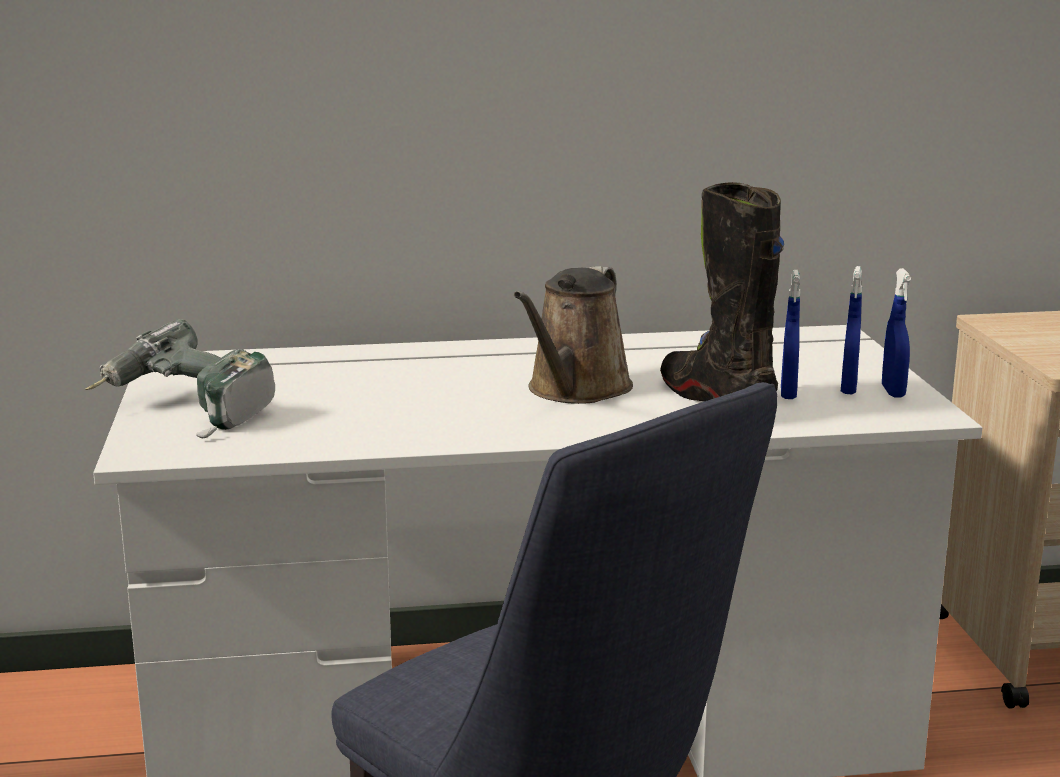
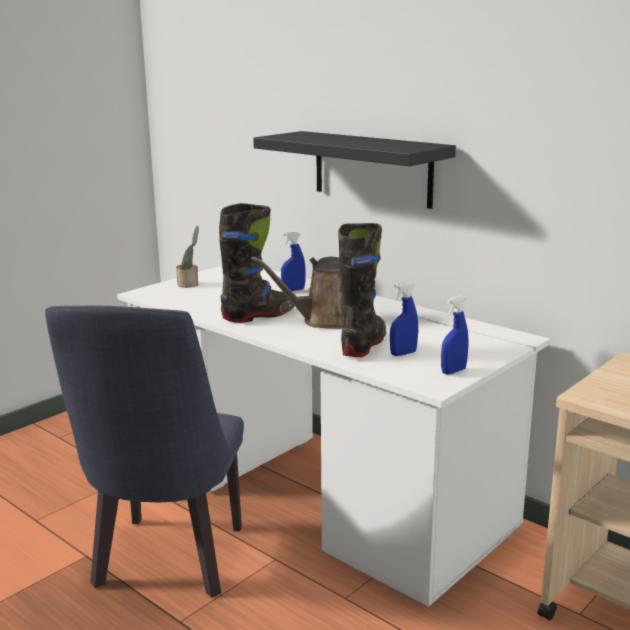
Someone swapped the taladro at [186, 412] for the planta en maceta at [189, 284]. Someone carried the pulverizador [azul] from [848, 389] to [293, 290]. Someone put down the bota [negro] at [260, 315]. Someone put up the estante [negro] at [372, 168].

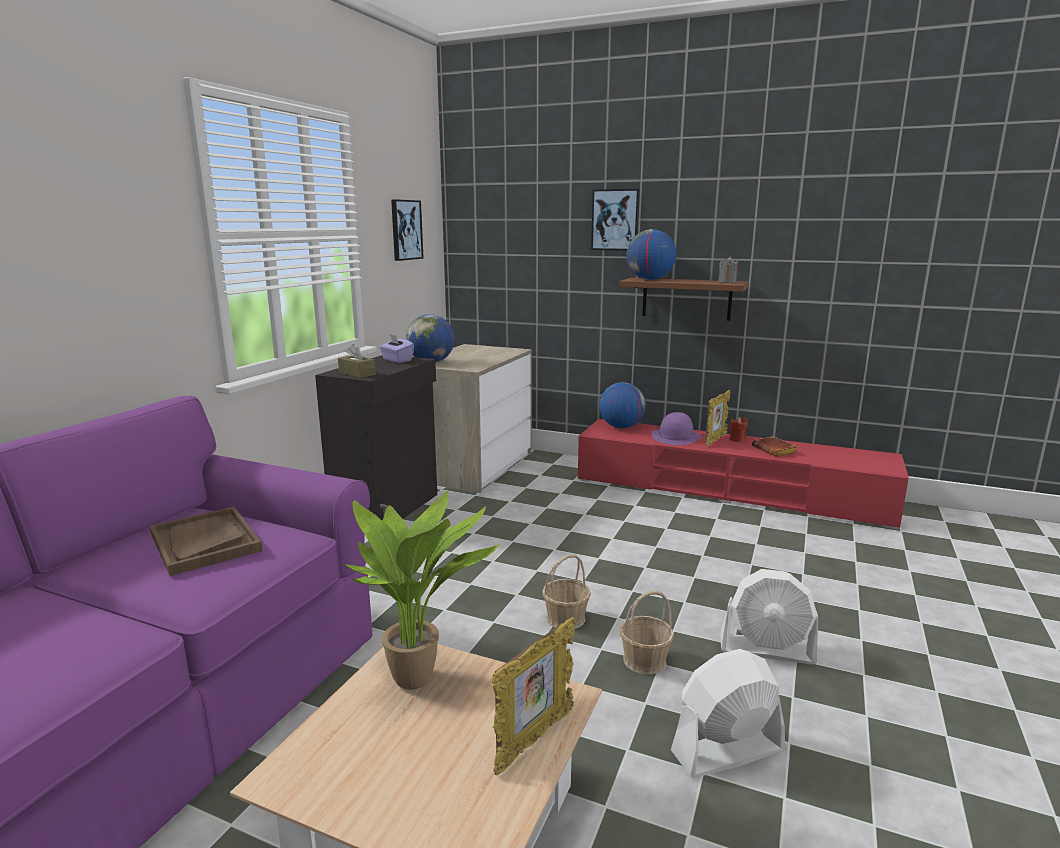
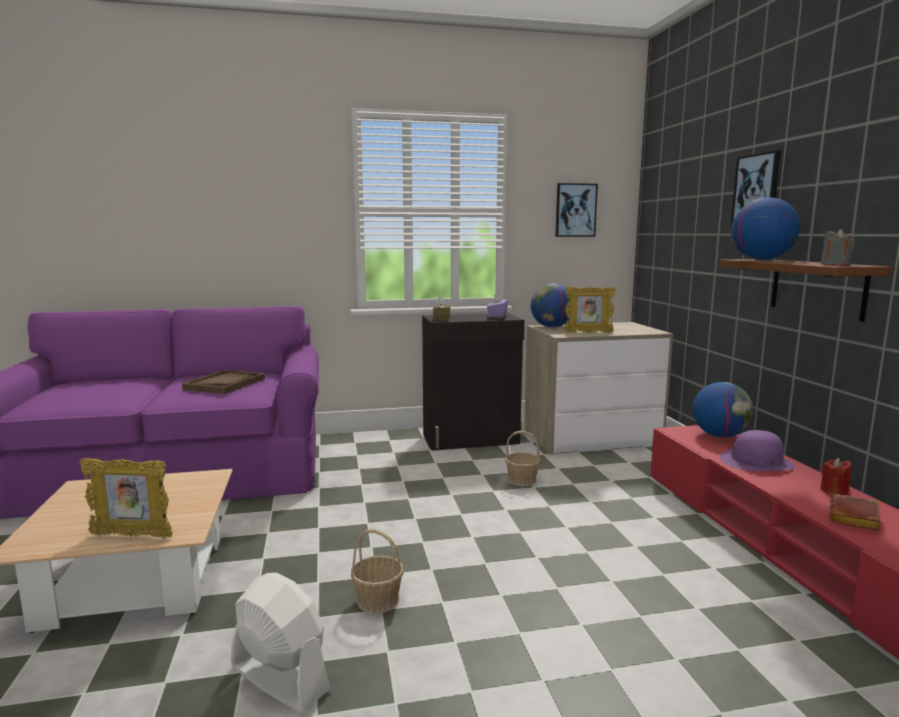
Someone took away the planta en maceta at [420, 678]. Someone carried the cesta from [566, 618] to [522, 480]. Someone carried the portarretratos from [715, 440] to [588, 332]. Someone took away the ventilador [blanco] at [767, 650].

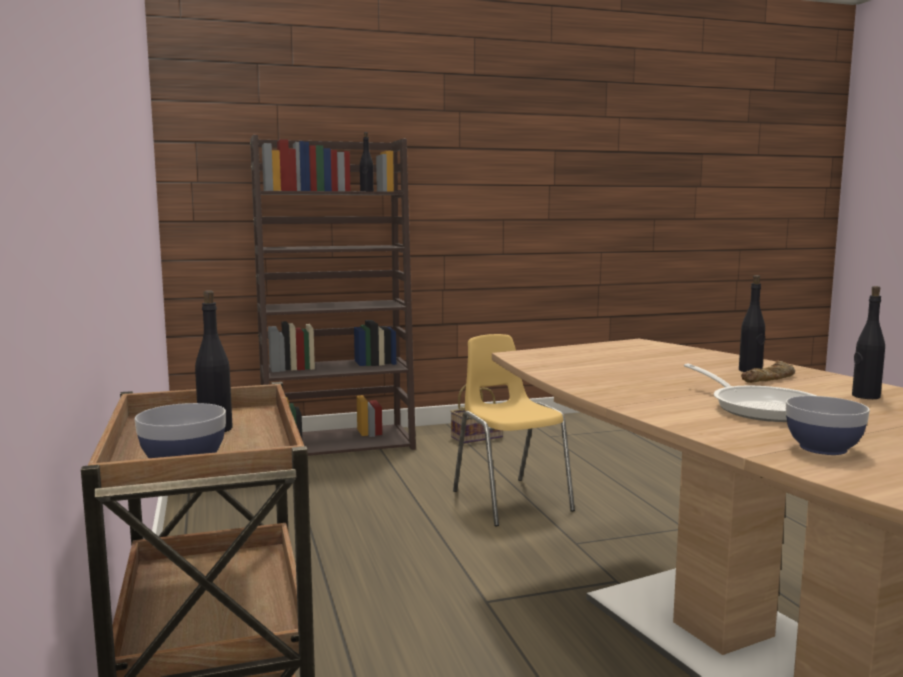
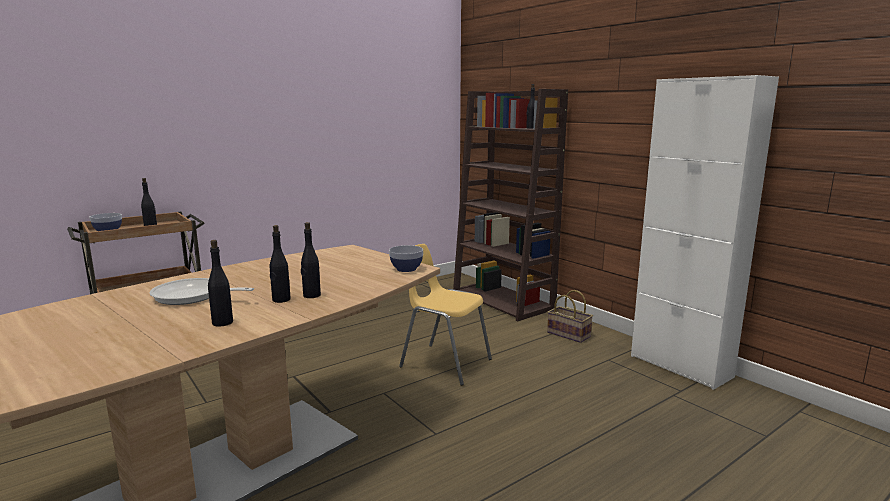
Someone rotated the silla [amarillo] at [510, 500] by 105 degrees counterclockwise. Someone rotated the sartén at [759, 407] by 60 degrees clockwise. Someone swapped the pan at [769, 379] for the botella [negro] at [281, 300]. Someone carried the cuenco from [823, 448] to [406, 269]. Someone put down the armario [blanco] at [680, 366].

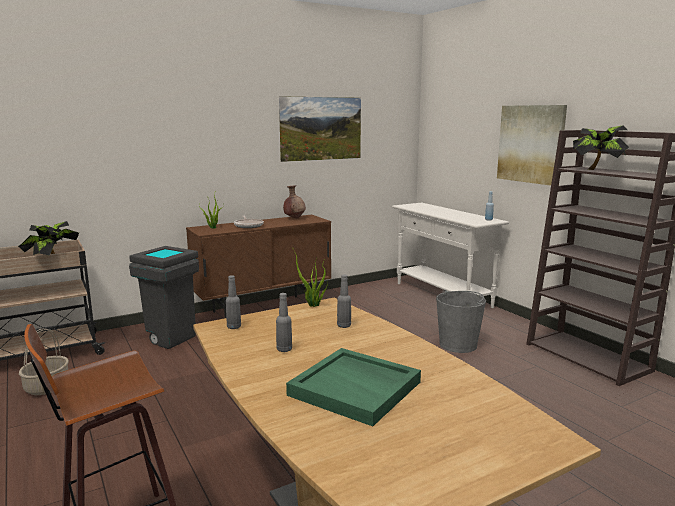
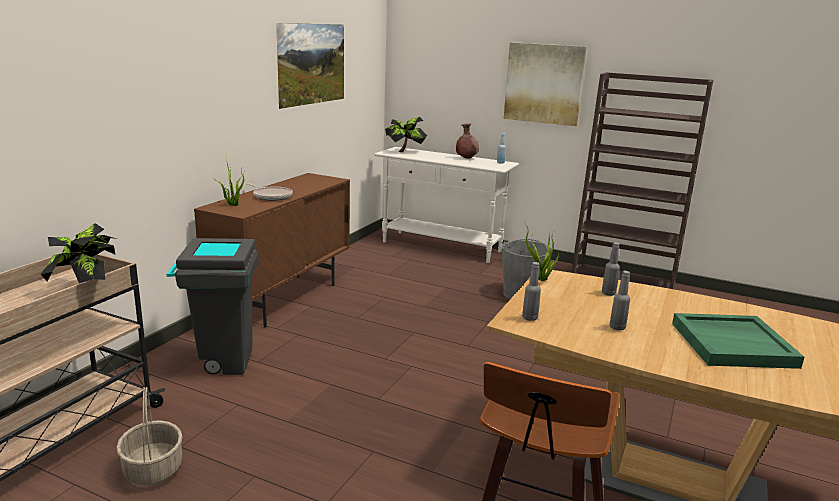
Someone carried the florero [marrón] from [294, 218] to [466, 158]. Someone carried the planta en maceta from [598, 170] to [406, 152].

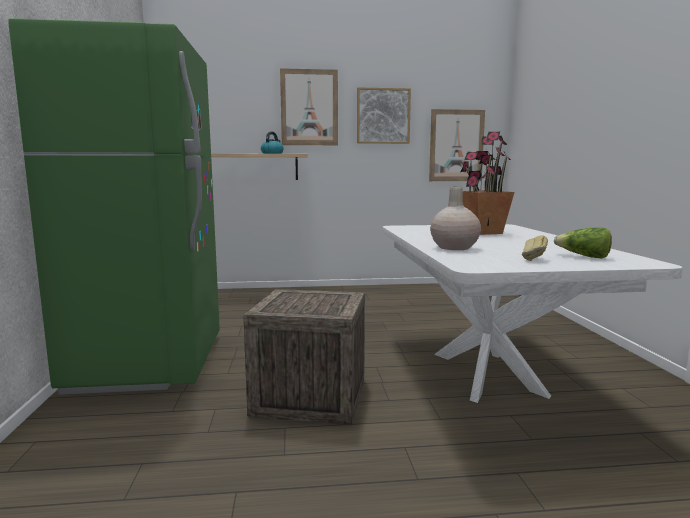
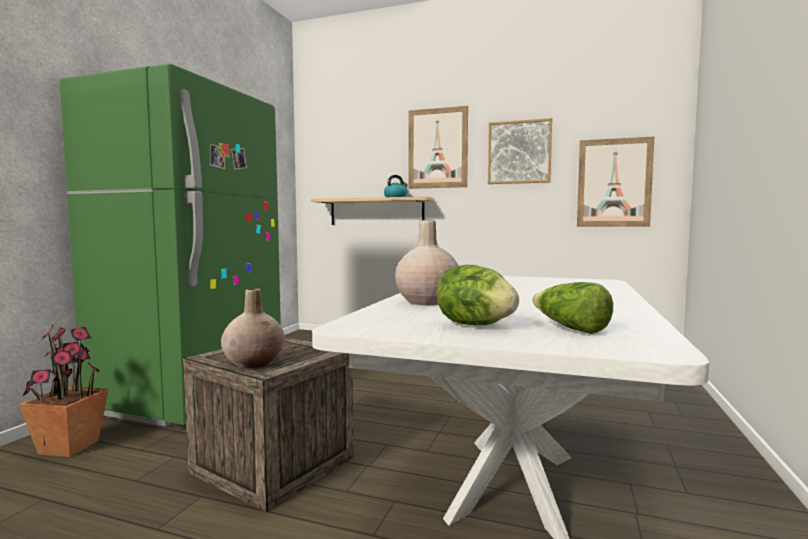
Someone carried the planta en maceta from [482, 232] to [69, 446]. Someone swapped the pan at [534, 259] for the lechuga at [475, 325]. Someone put down the florero [beis] at [254, 363].

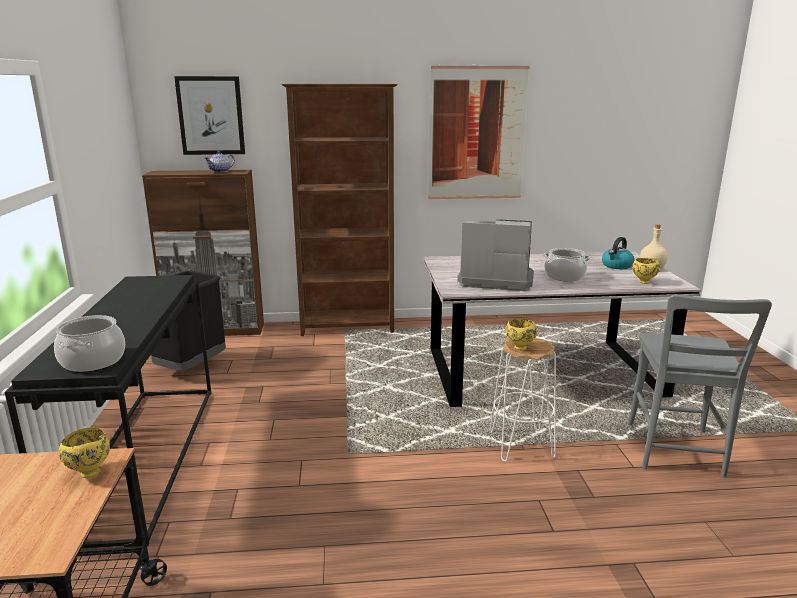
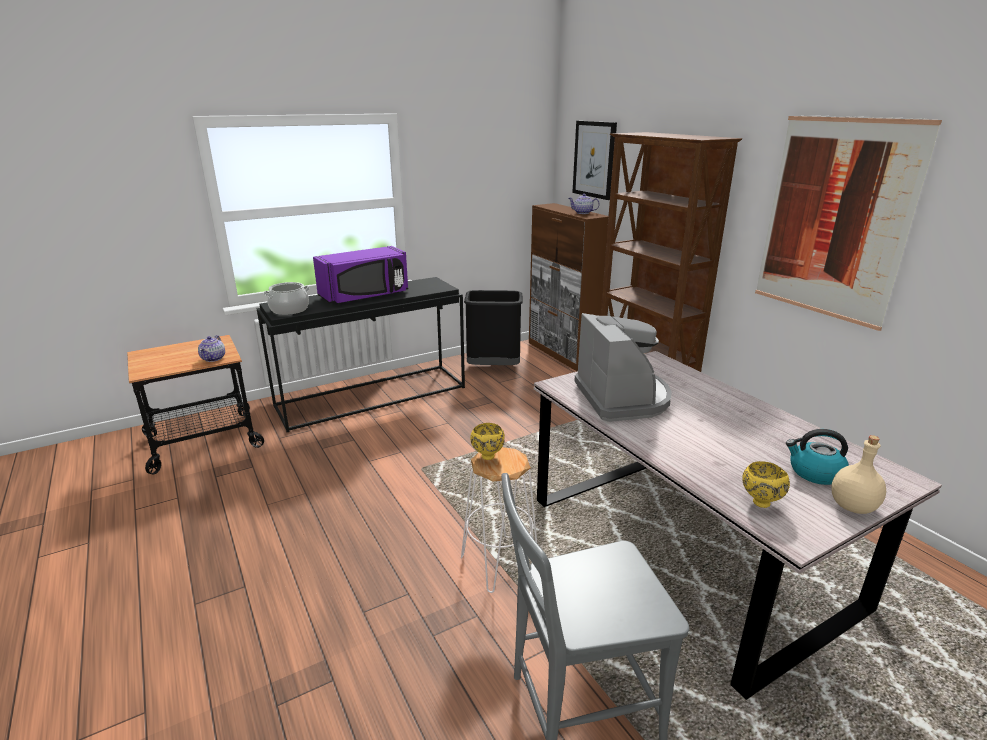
Someone swapped the cuenco [amarillo] at [89, 472] for the tetera at [214, 358]. Someone took away the olla at [564, 276]. Someone put down the microondas [morado] at [365, 296].

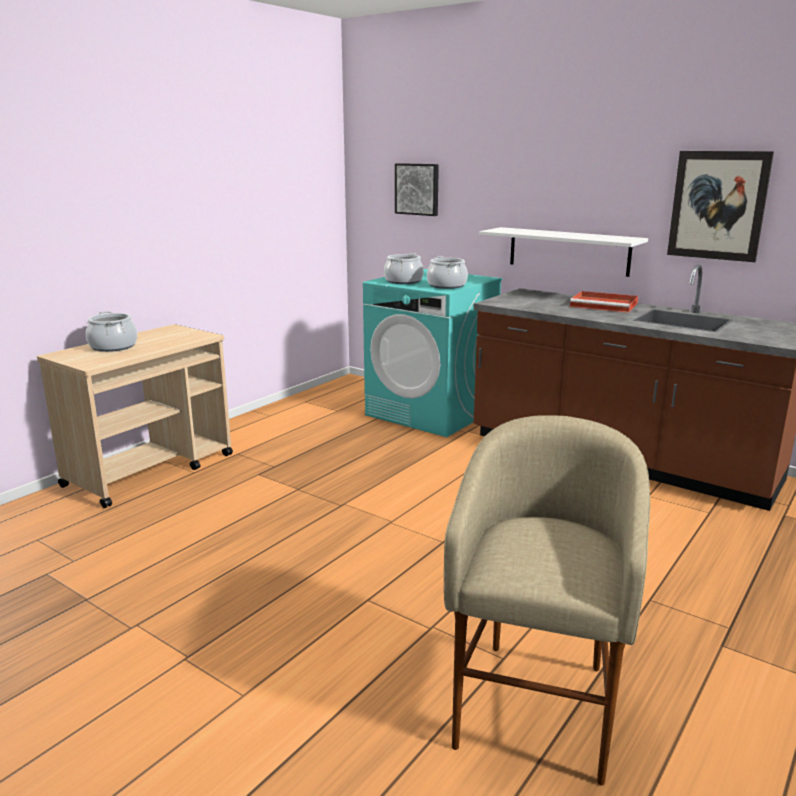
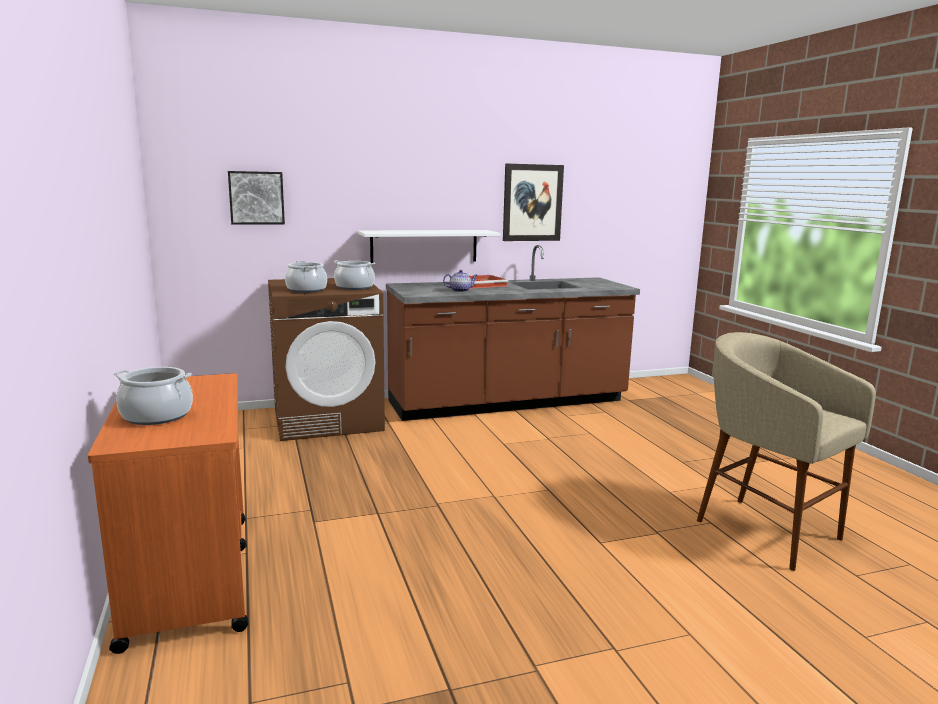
Someone repainted the carrito [beis] at [151, 470], which became the carrito [naranja] at [190, 576]. Someone repainted the lavadora [turquesa] at [431, 412], which became the lavadora [marrón] at [328, 419]. Someone put down the tetera at [460, 291].

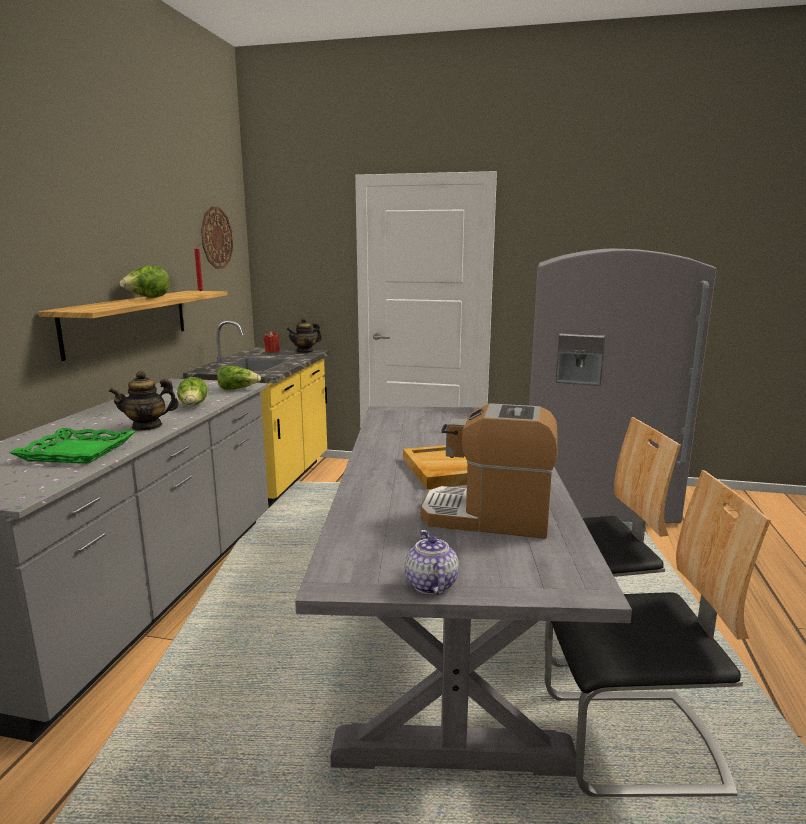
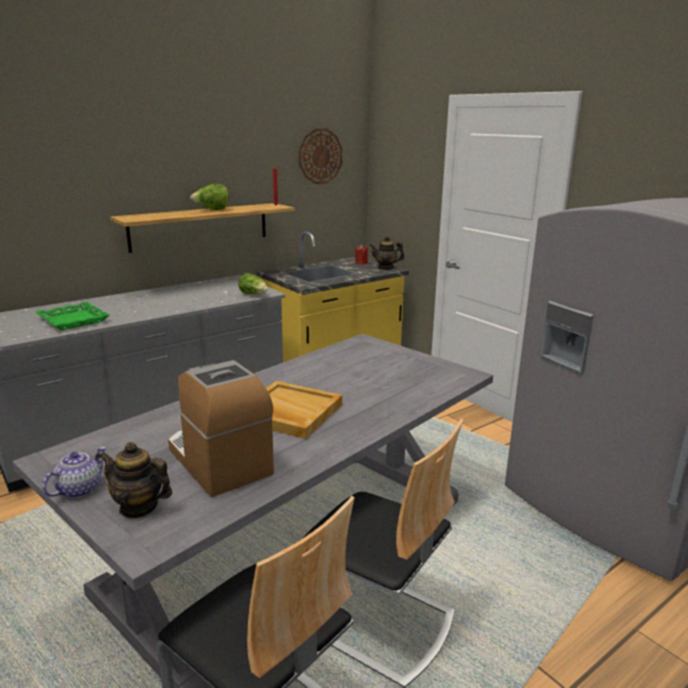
Someone carried the tetera from [147, 426] to [138, 507]. Someone took away the lechuga at [193, 406].

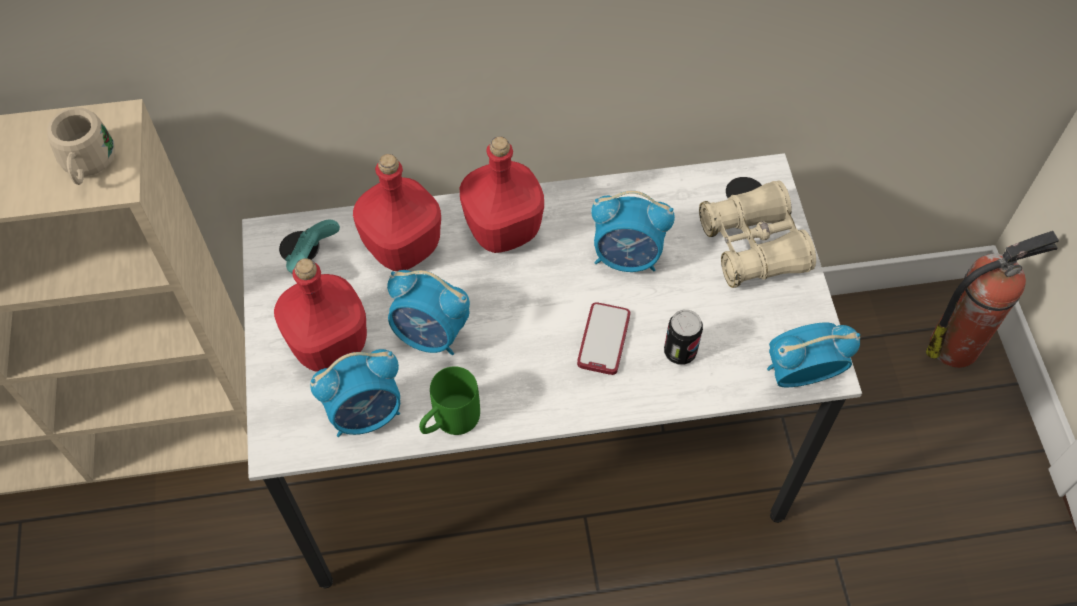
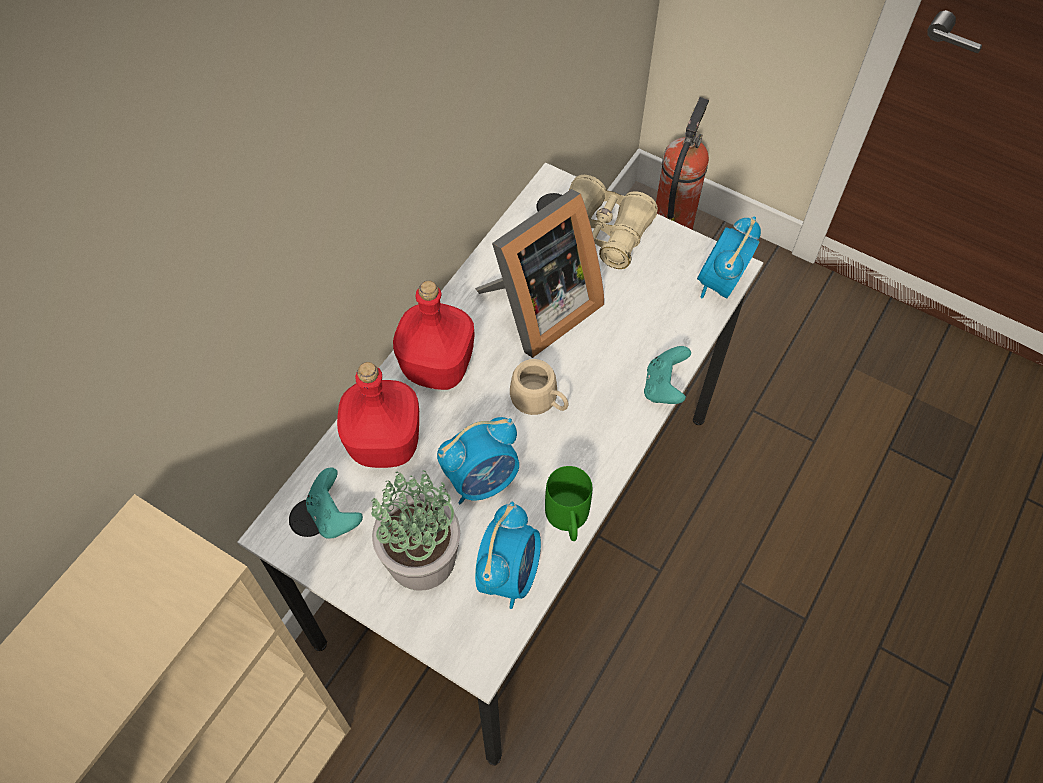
Someone carried the taza grande [beis] from [88, 166] to [540, 402]. Someone swapped the botella [rojo] at [328, 345] for the planta en maceta at [422, 559]. Someone took away the móvil at [603, 339]. Someone swapped the despertador at [627, 257] for the portarretratos at [538, 310]. Someone took away the lata at [680, 352]. Someone put down the mando de consola [turquesa] at [664, 387].

